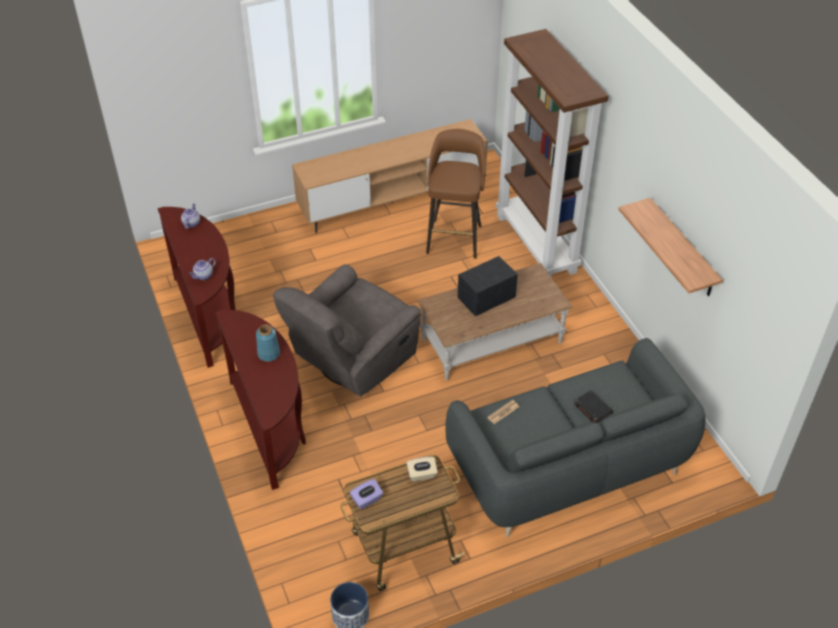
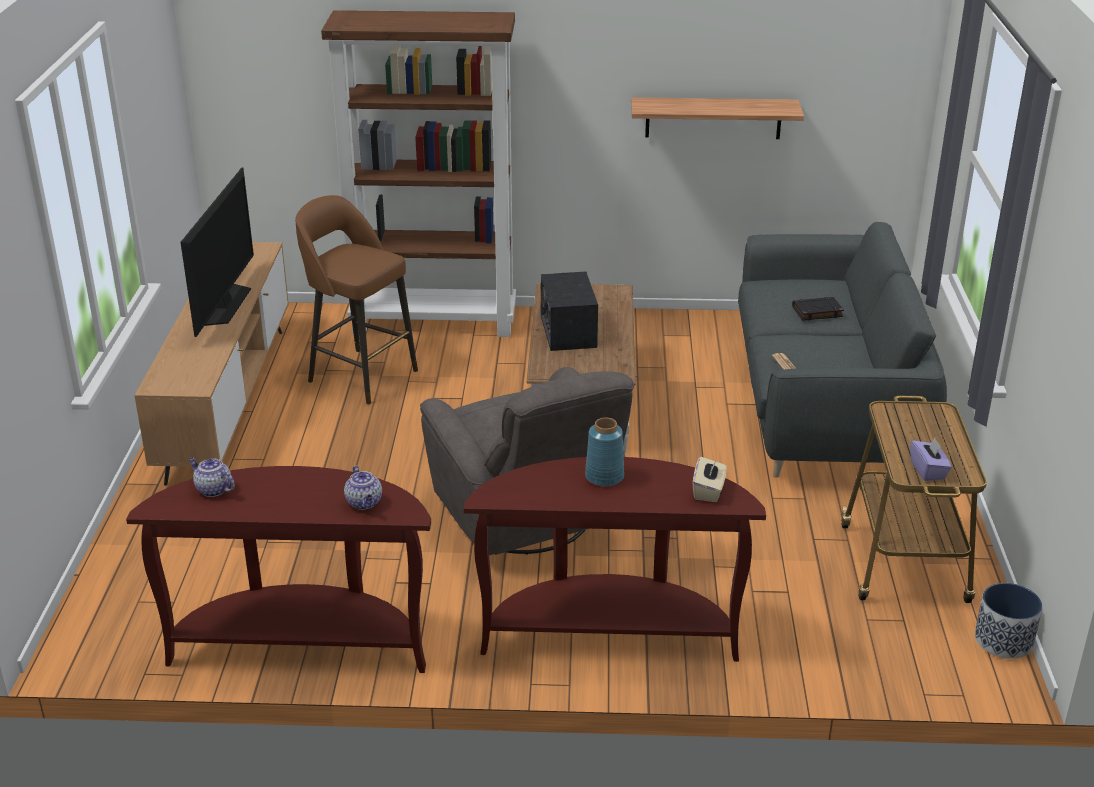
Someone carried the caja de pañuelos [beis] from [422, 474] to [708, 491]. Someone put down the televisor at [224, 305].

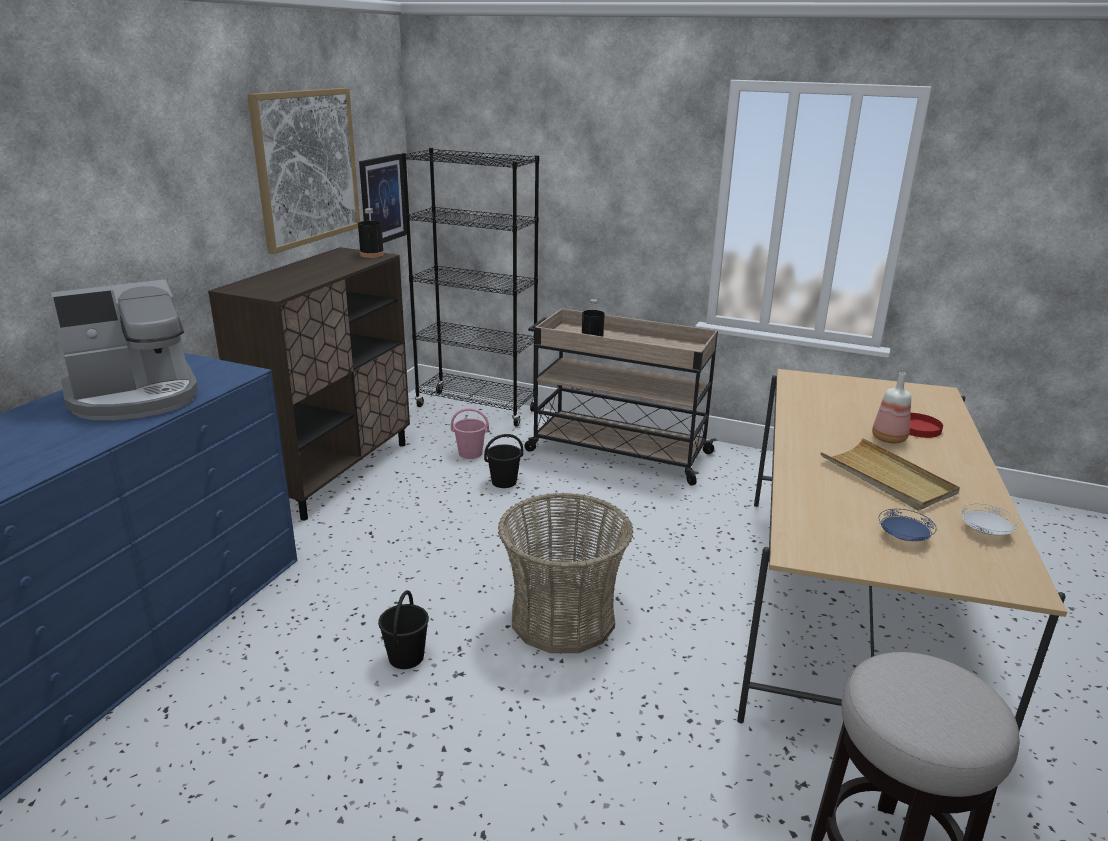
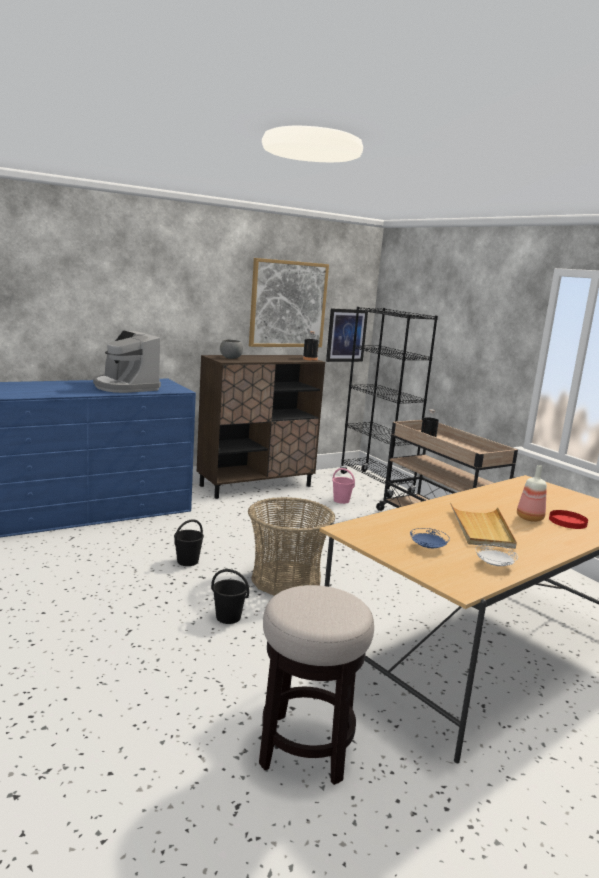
Someone rotated the cafetera at [135, 397] by 45 degrees clockwise. Someone carried the cubo [negro] from [504, 482] to [228, 617]. Someone put down the cuenco [gris] at [230, 358].

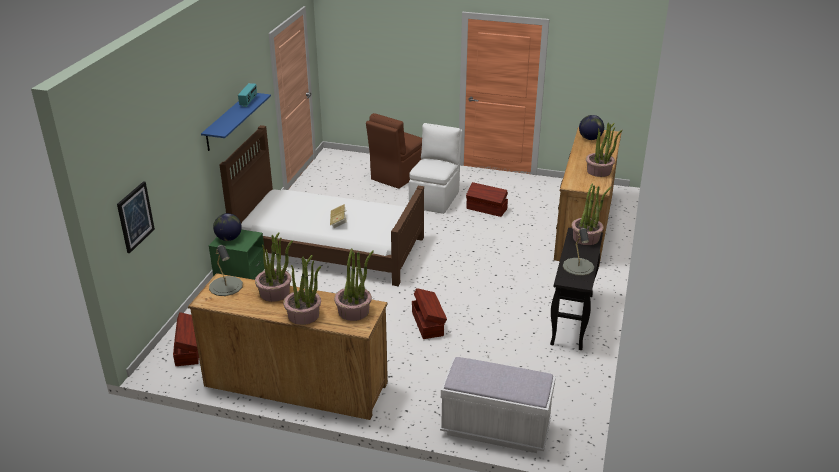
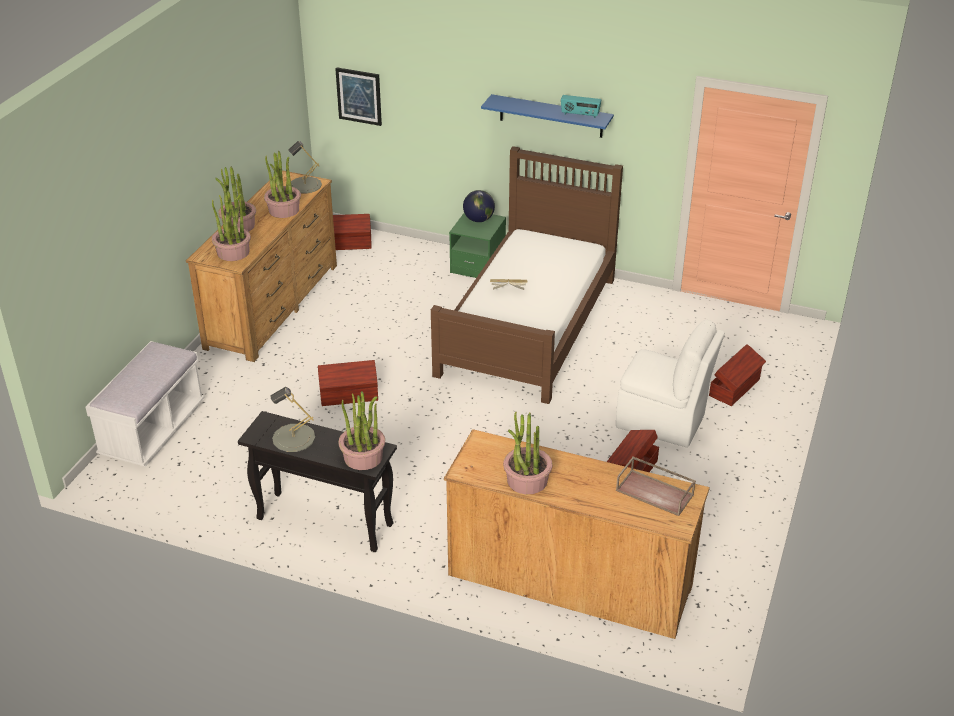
Someone swapped the silla [marrón] at [397, 176] for the caja de almacenaje [marrón] at [735, 387]. Someone swapped the globo terráqueo at [590, 138] for the bandeja [marrón] at [655, 492].

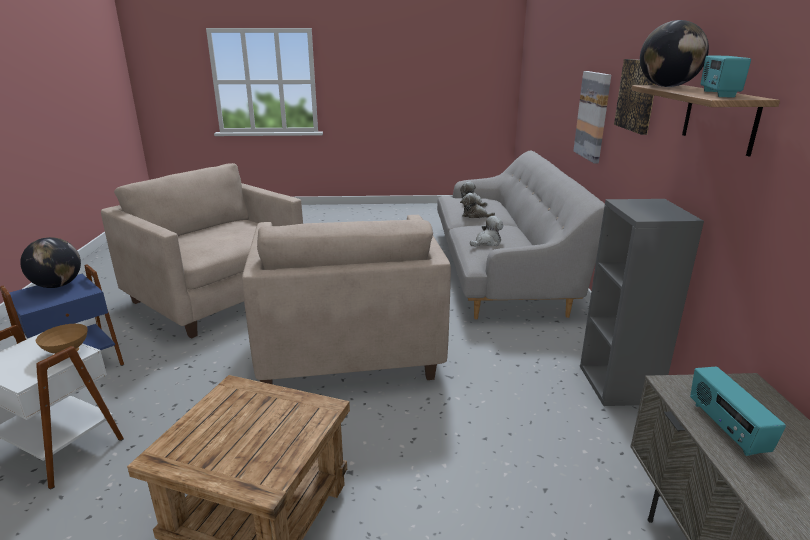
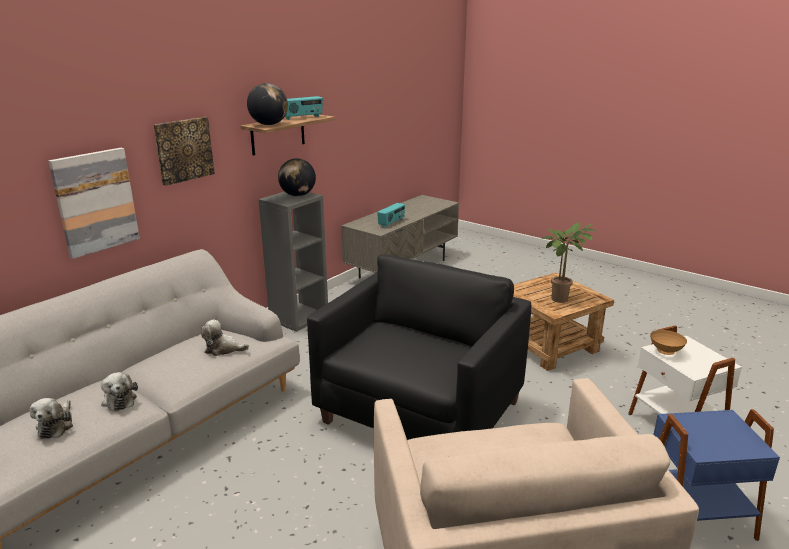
Someone carried the globo terráqueo from [57, 285] to [298, 195]. Someone repainted the sillón [beis] at [349, 348], which became the sillón [negro] at [419, 411]. Someone put down the planta en maceta at [561, 298].

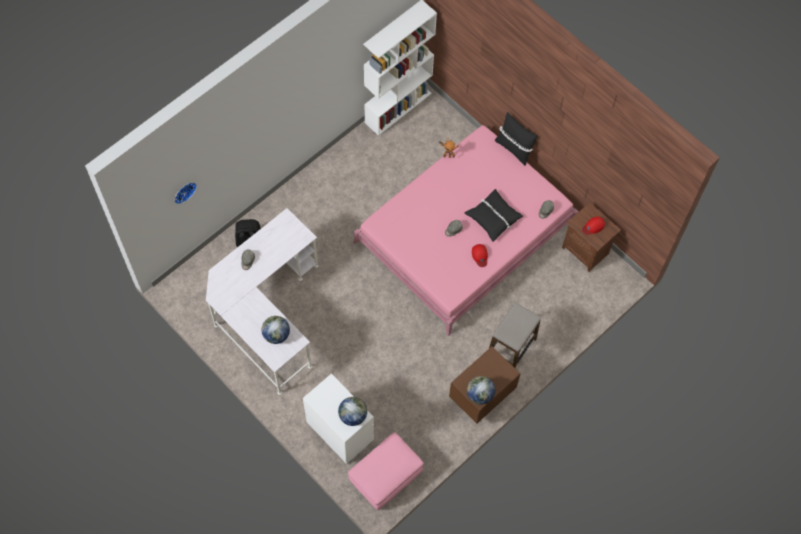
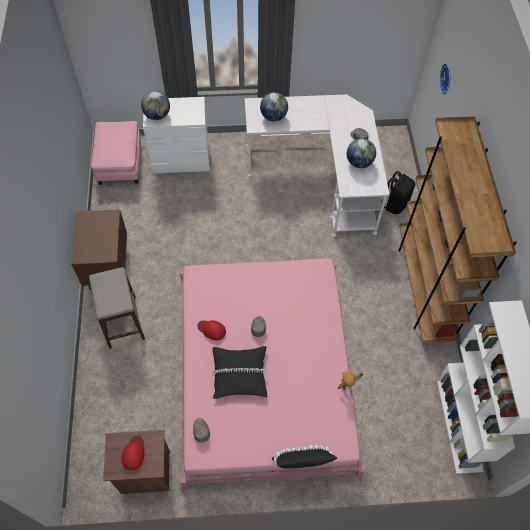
Someone carried the globo terráqueo from [479, 395] to [359, 162]. Someone put down the estantería [marrón] at [424, 287].

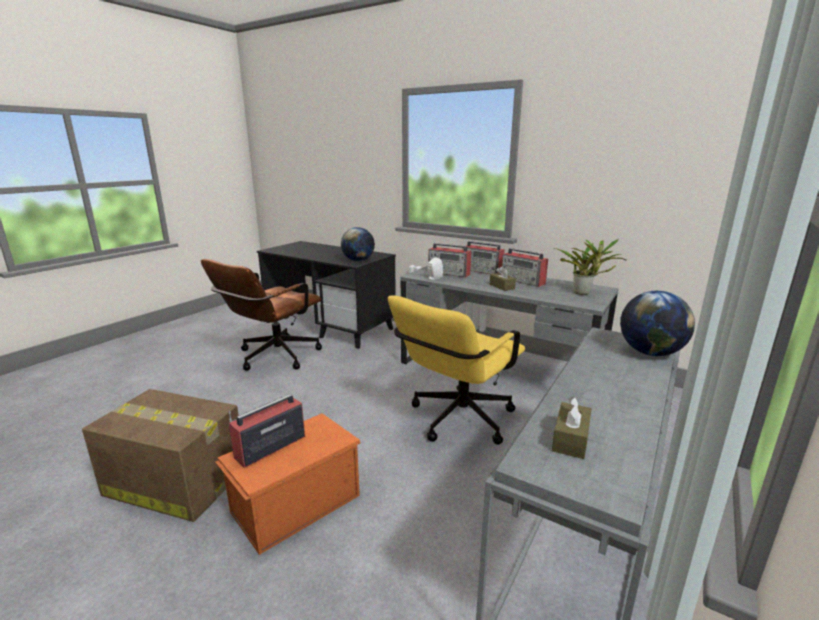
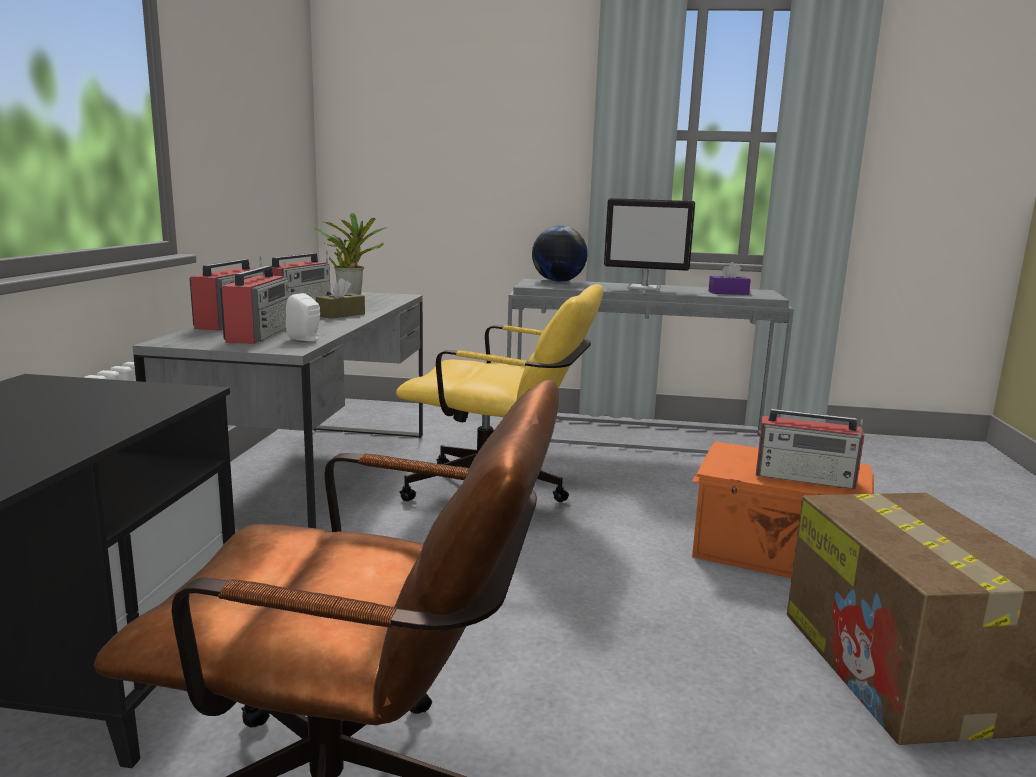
Someone took away the globo terráqueo at [358, 260]. Someone repainted the caja de pañuelos [marrón] at [570, 439], which became the caja de pañuelos [morado] at [728, 293]. Someone put down the monitor at [644, 288].

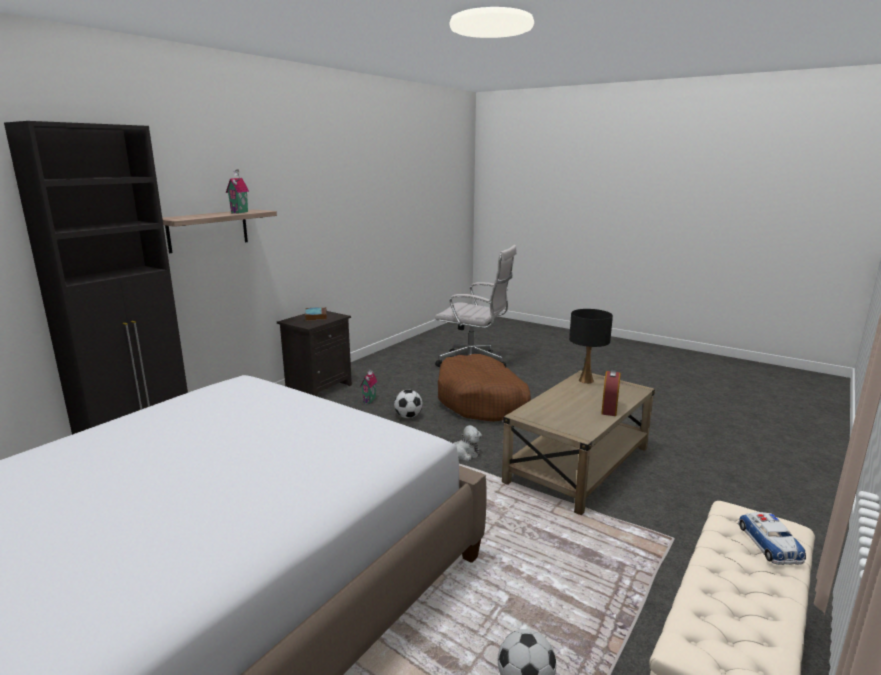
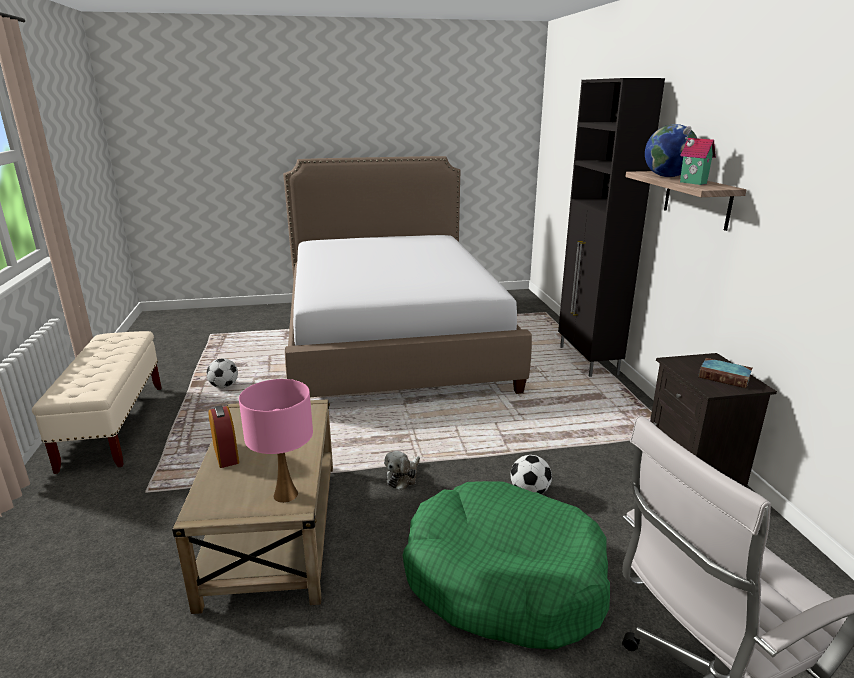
Someone took away the casita at [370, 400]. Someone repainted the cama para perro [marrón] at [482, 401], which became the cama para perro [verde] at [503, 579]. Someone repainted the lámpara de mesa [negro] at [585, 380], which became the lámpara de mesa [rosa] at [286, 494]. Someone took away the coche de juguete at [769, 543]. Someone put down the globo terráqueo at [667, 176].

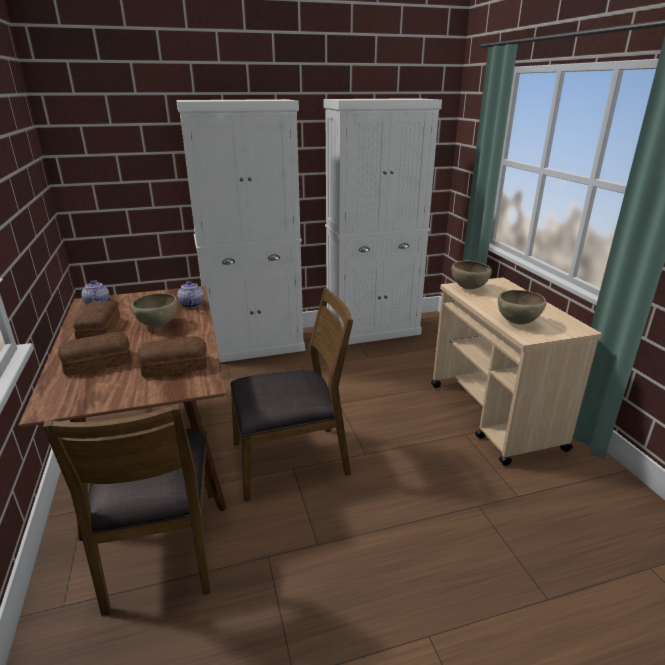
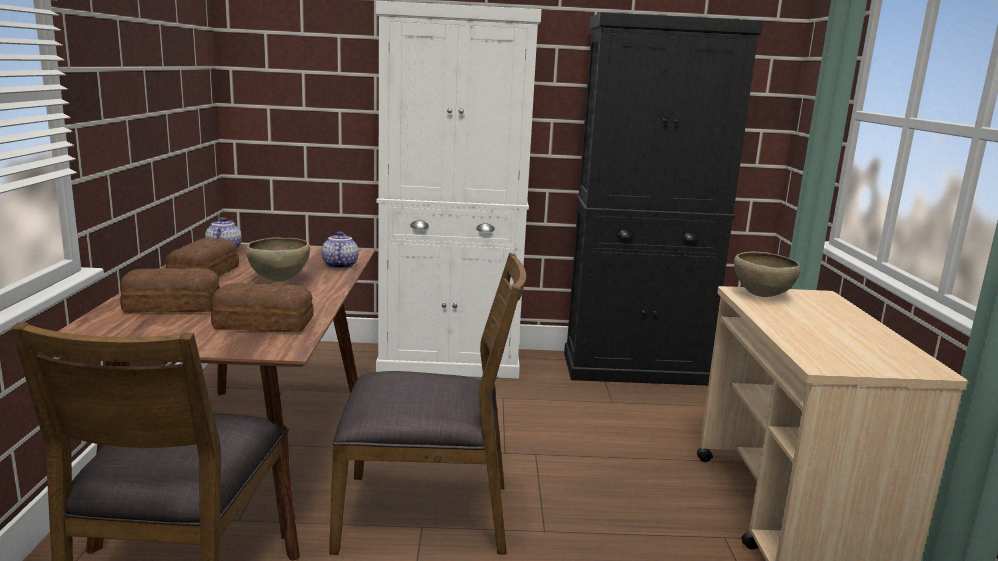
Someone repainted the armario [blanco] at [372, 330], which became the armario [negro] at [635, 369]. Someone took away the cuenco [marrón] at [517, 322].

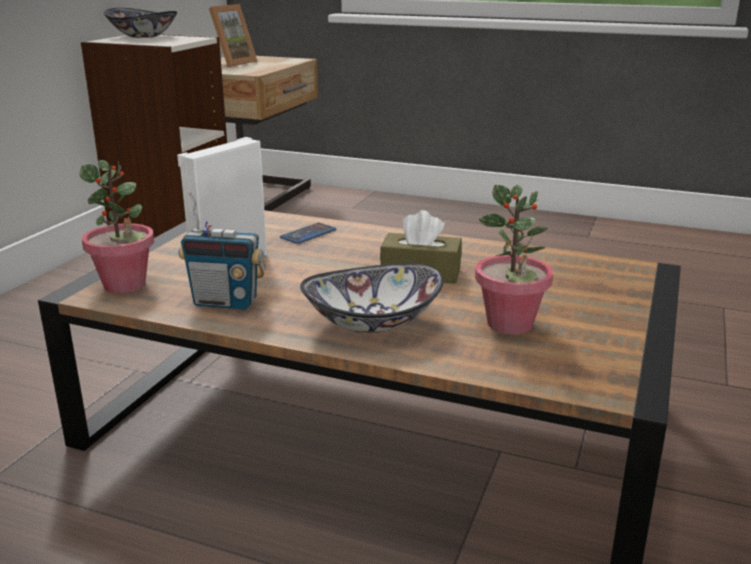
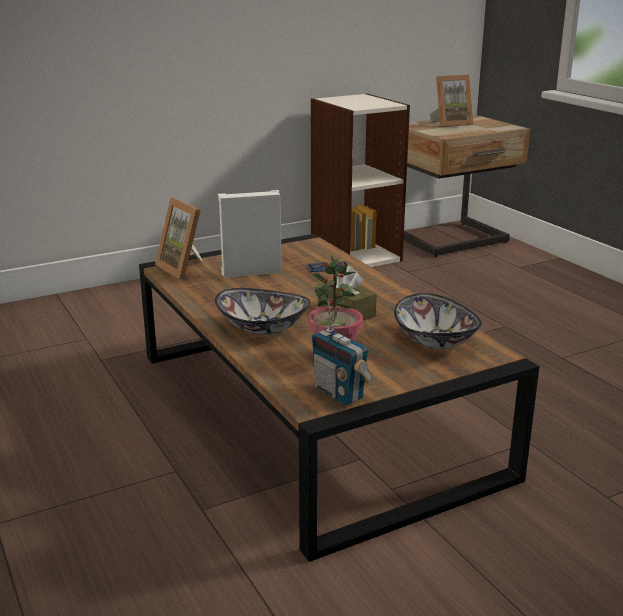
Someone swapped the planta en maceta at [125, 285] for the portarretratos at [185, 268]. Someone carried the cuenco from [142, 36] to [434, 341]. Someone carried the radio from [225, 302] to [339, 394].

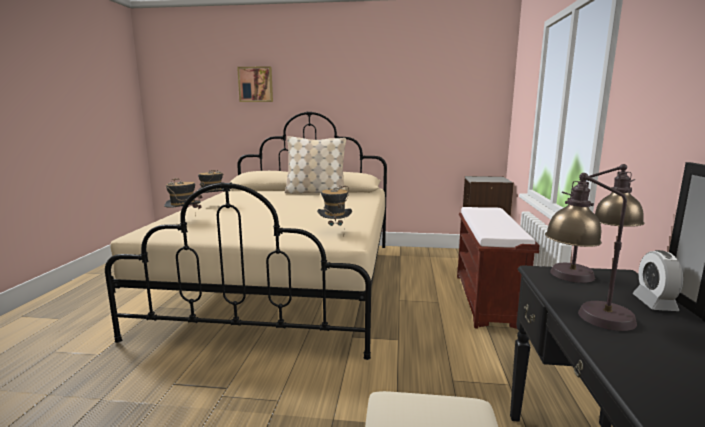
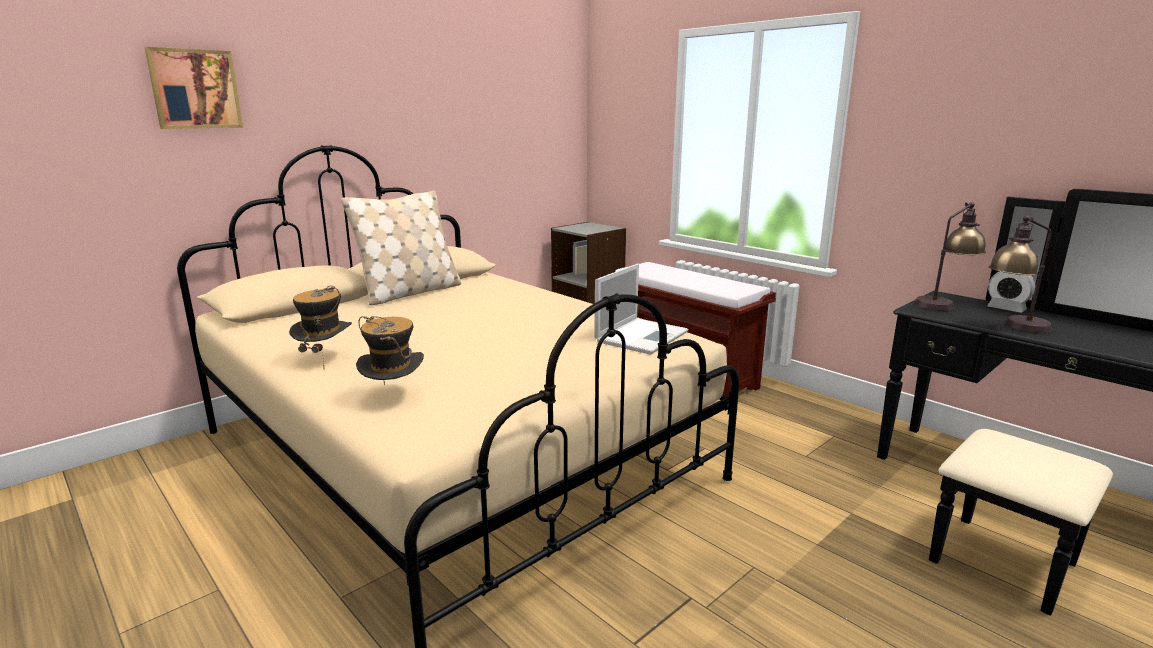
Someone swapped the sombrero at [334, 232] for the portátil at [642, 336].

